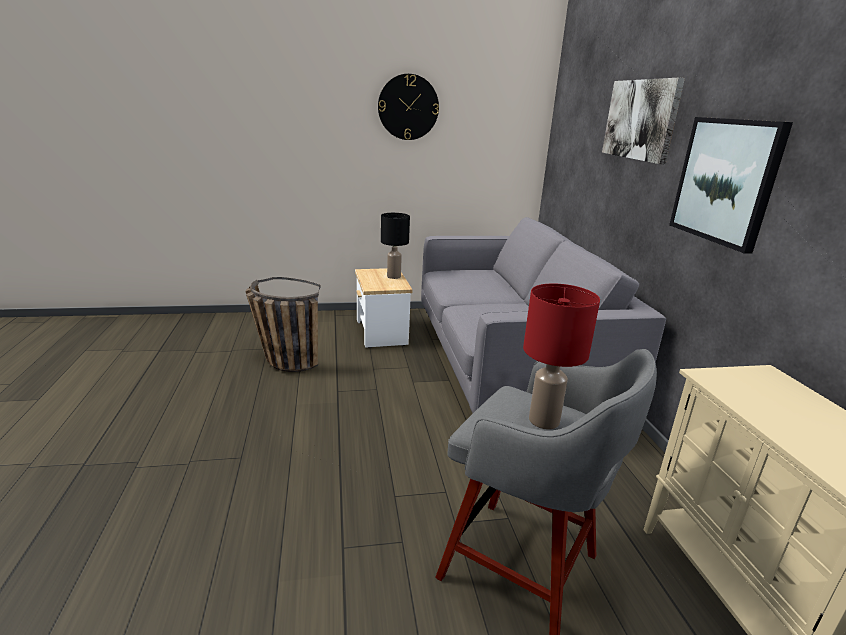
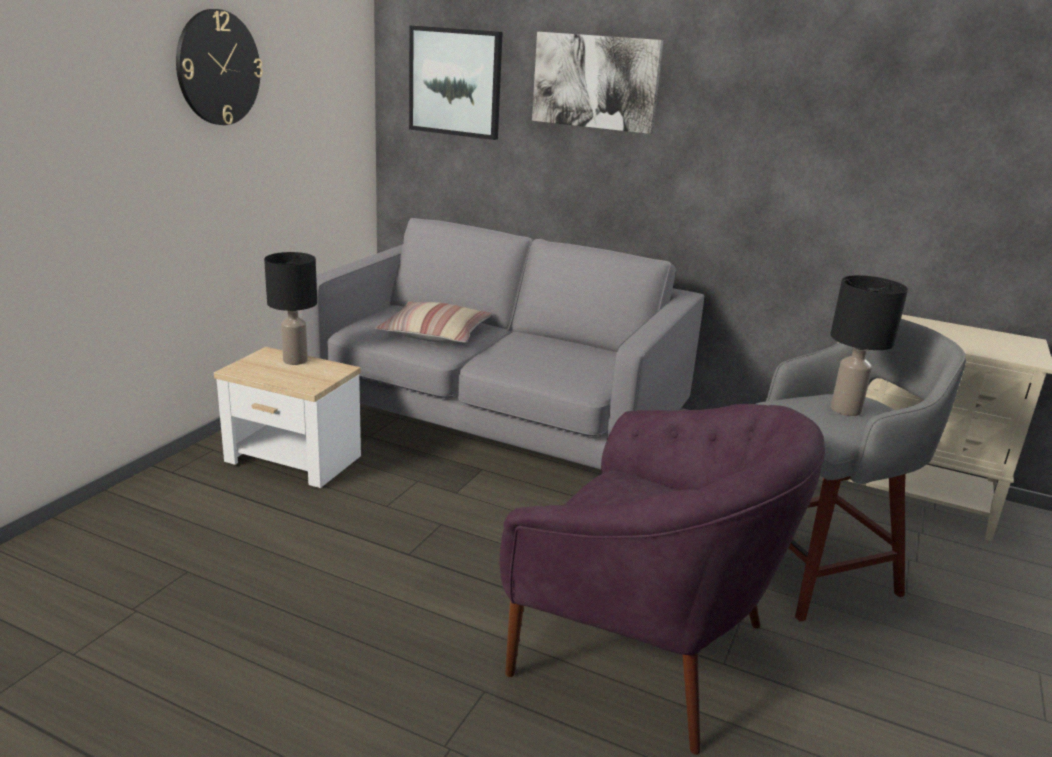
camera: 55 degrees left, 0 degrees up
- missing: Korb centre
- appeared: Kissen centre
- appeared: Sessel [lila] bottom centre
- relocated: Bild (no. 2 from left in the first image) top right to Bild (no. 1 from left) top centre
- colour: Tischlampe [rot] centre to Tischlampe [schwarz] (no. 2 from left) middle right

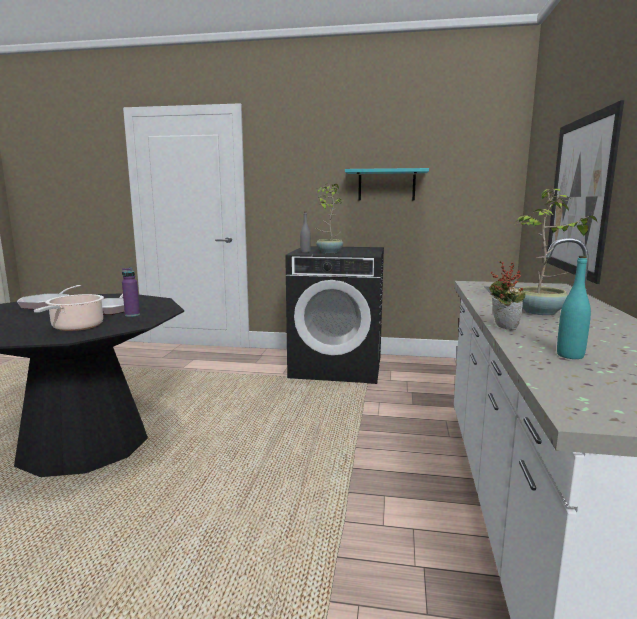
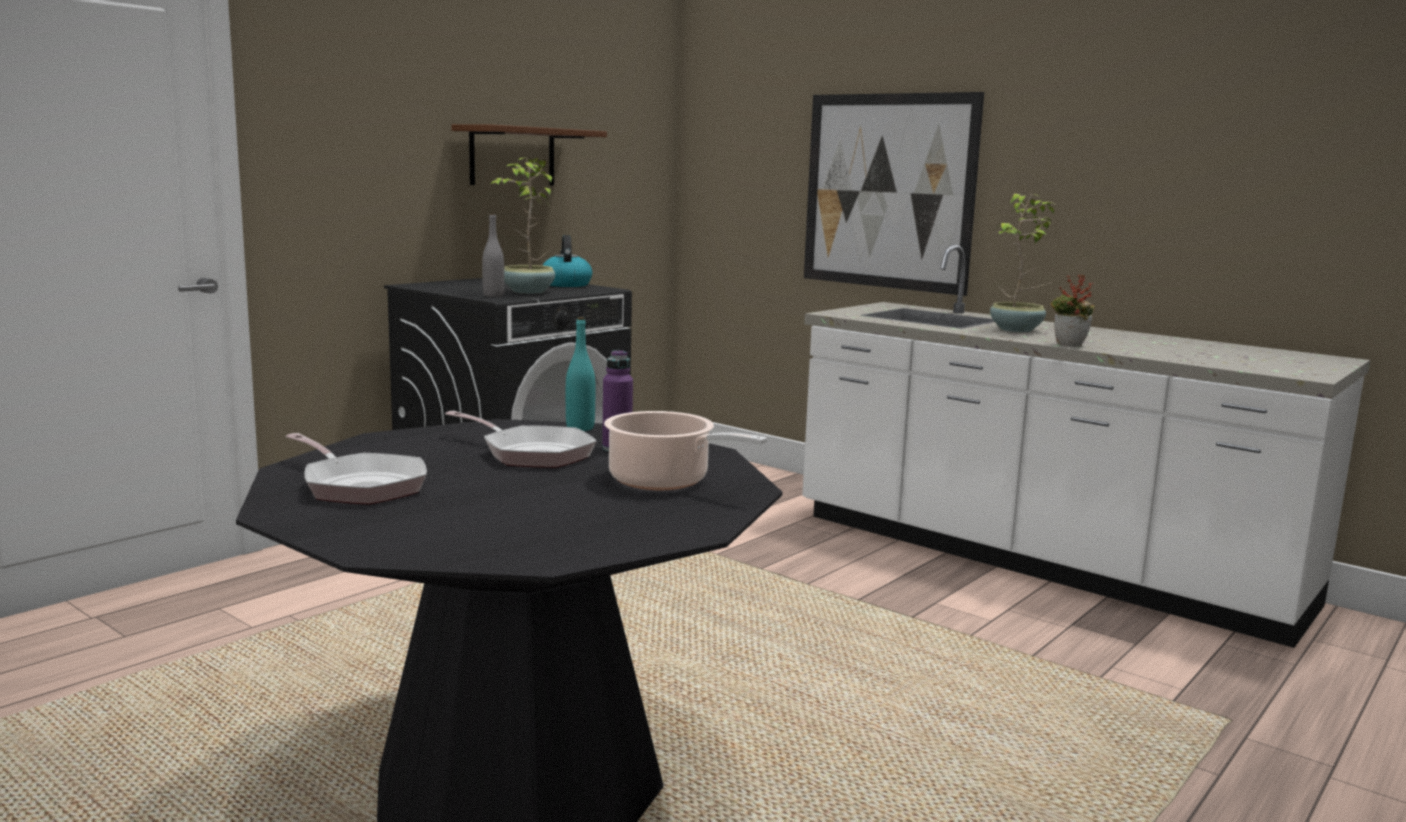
camera: 60 degrees left, 0 degrees up
- appeared: Wasserkessel top centre
- relocated: Flasche [türkis] middle right to centre
- colour: Wandregal [türkis] top centre to Wandregal [braun] top centre

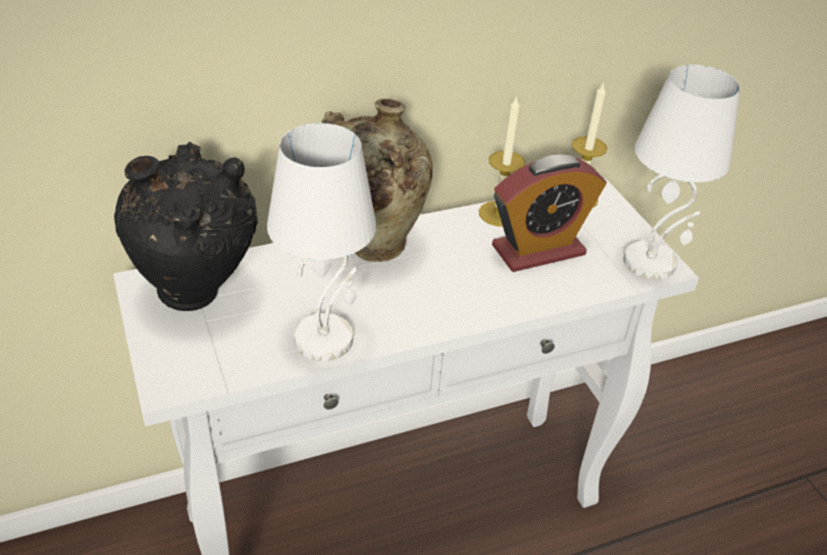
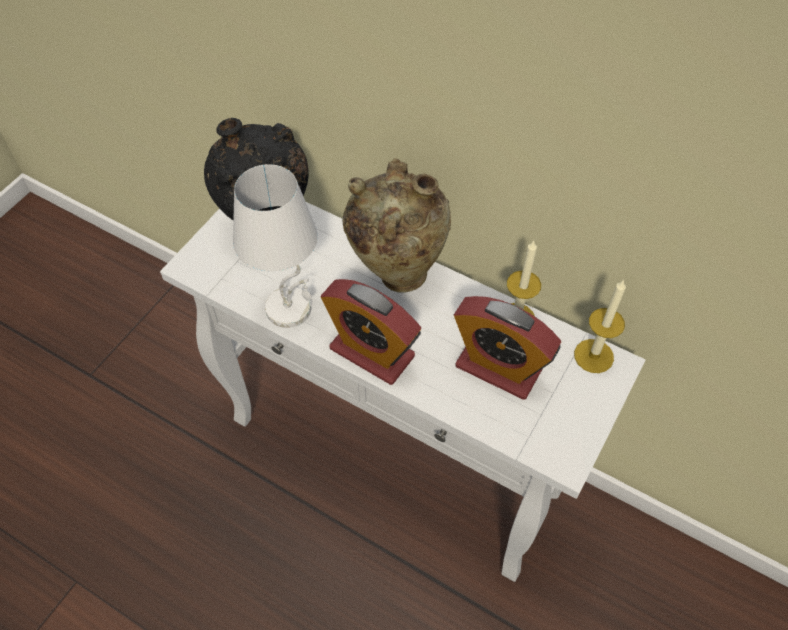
camera: 55 degrees right, 15 degrees up
- missing: Tischlampe [weiß] (no. 2 from left) top right
- appeared: Wecker (no. 1 from left) centre

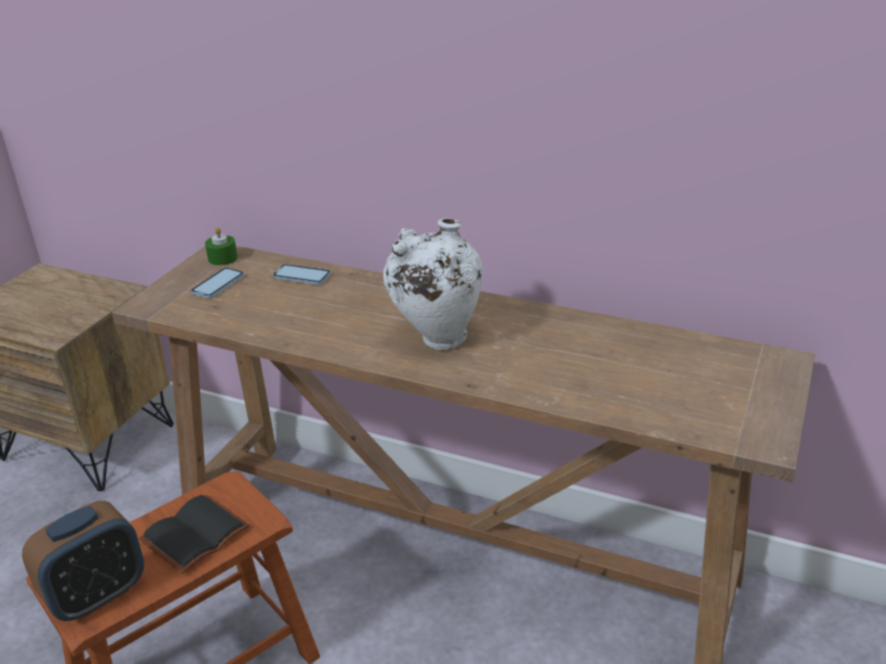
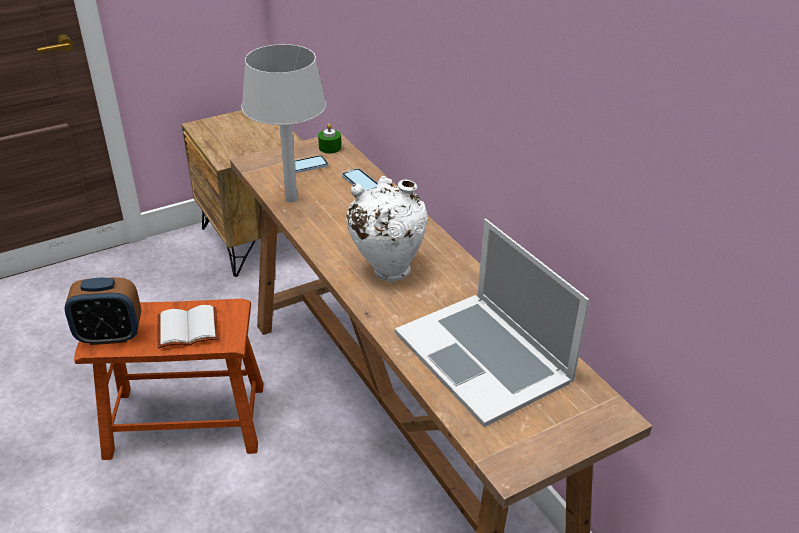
camera: 35 degrees right, 5 degrees up
- appeared: Tischlampe [grau] top centre
- appeared: Laptop centre
- colour: Buch [schwarz] bottom left to Buch [weiß] middle left

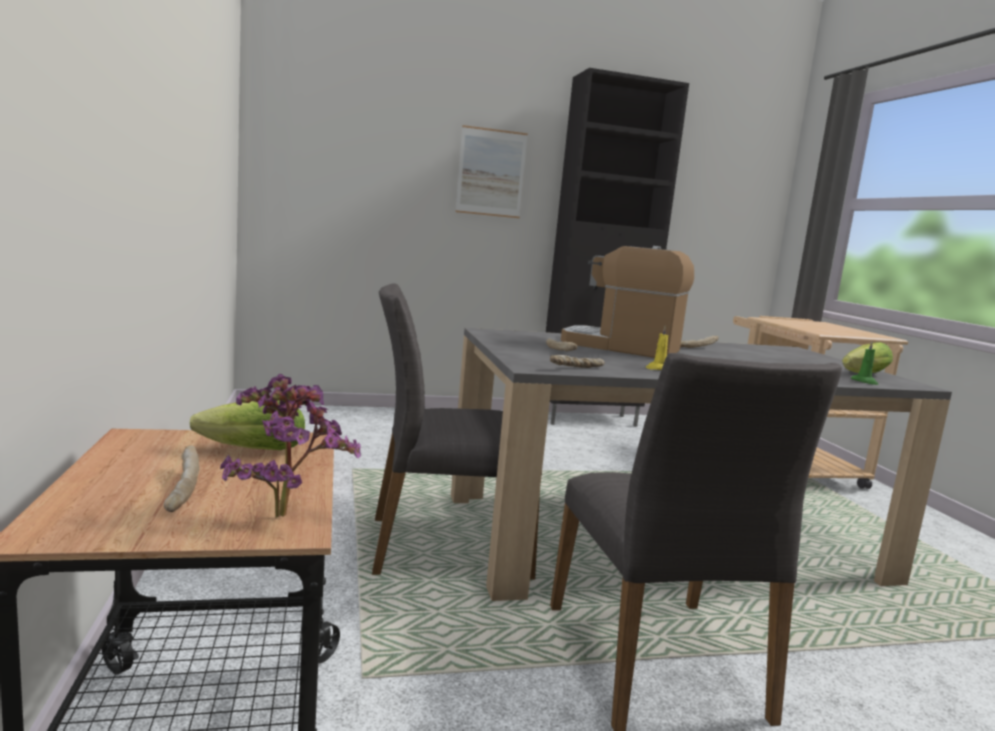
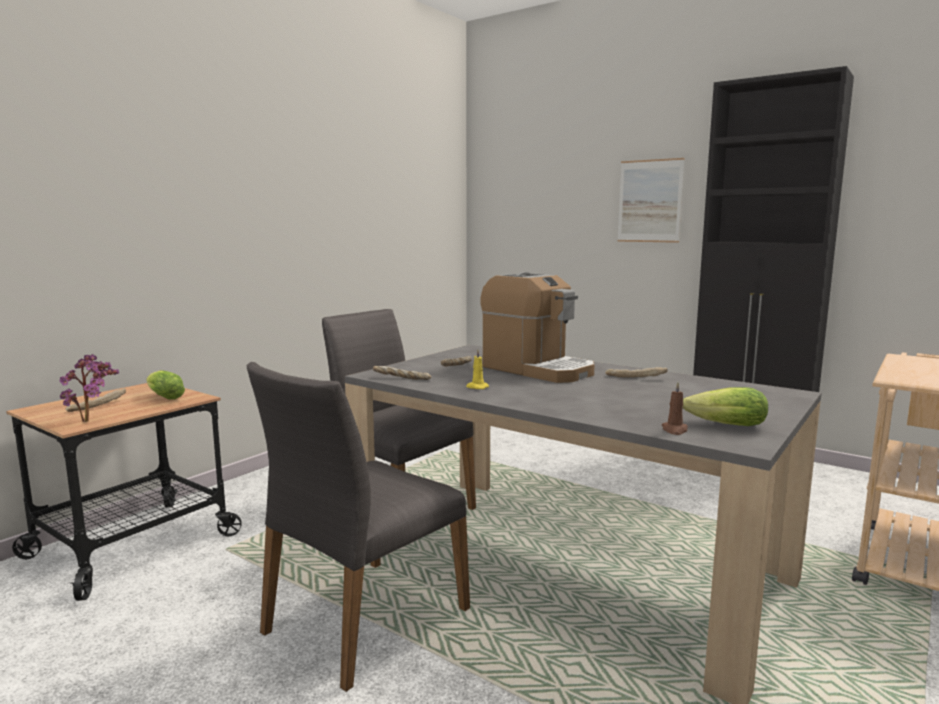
camera: 50 degrees right, 0 degrees up
- colour: Kerze [grün] middle right to Kerze [braun] middle right
- spun: Kaffeemaschine centre = centre 150 degrees clockwise

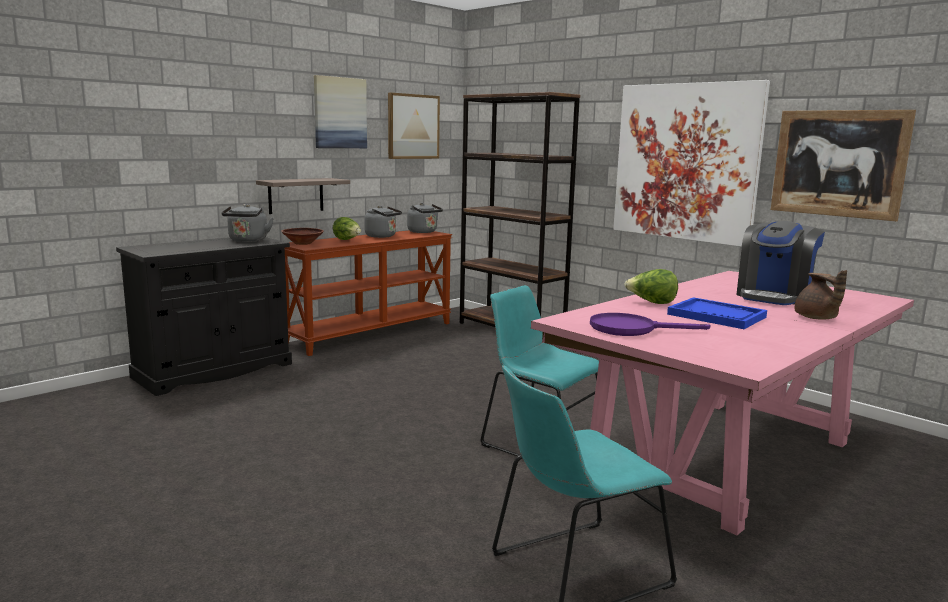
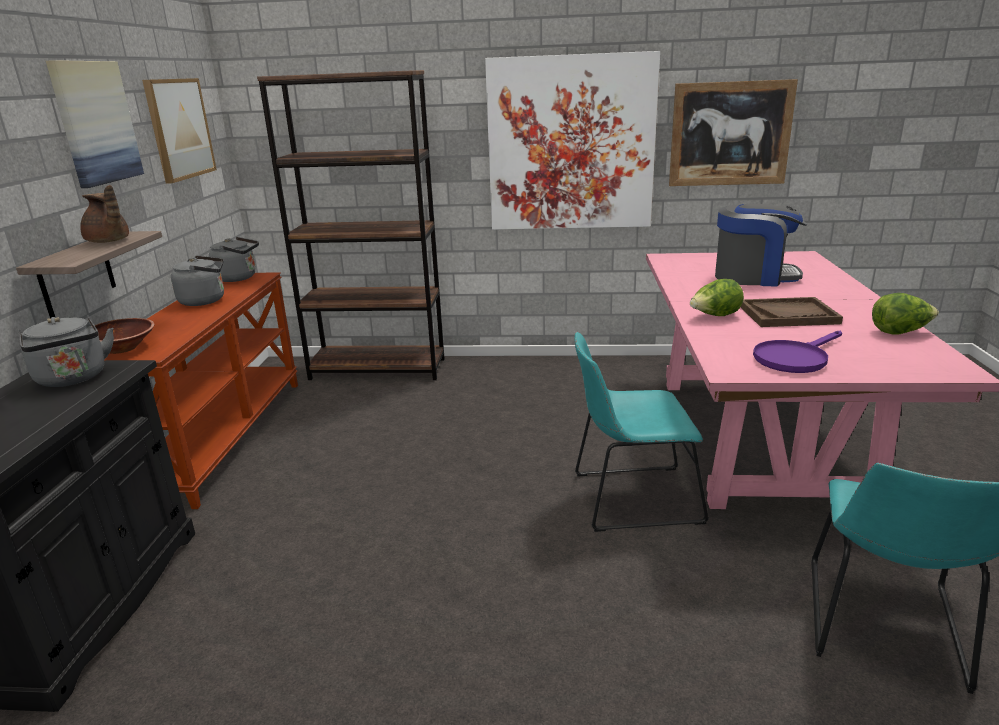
camera: 40 degrees left, 10 degrees up
- relocated: Salatkopf (no. 1 from left in the first image) centre to Salatkopf (no. 2 from left) middle right
- relocated: Teekanne [braun] middle right to top left
- colour: Tablett [blau] middle right to Tablett [braun] middle right
- spun: Kaffeemaschine middle right = middle right 75 degrees counterclockwise

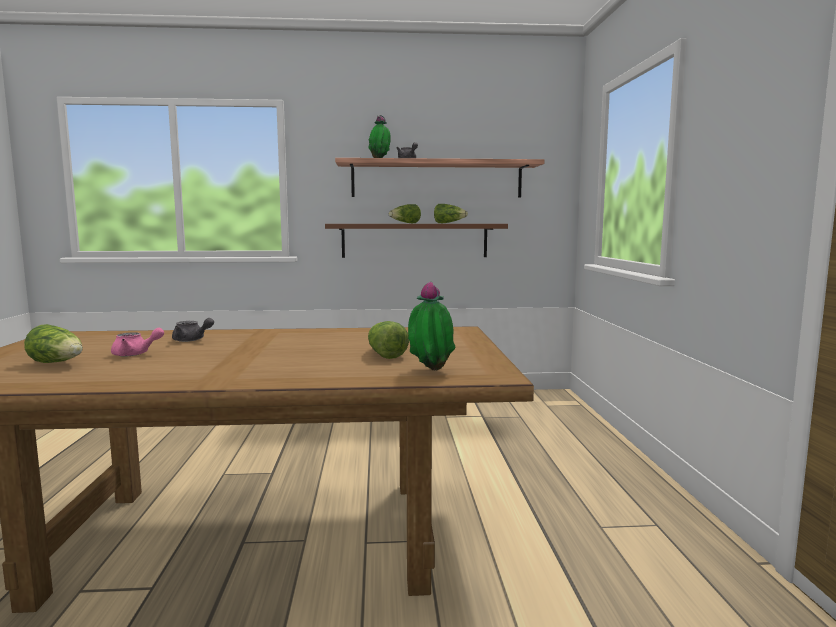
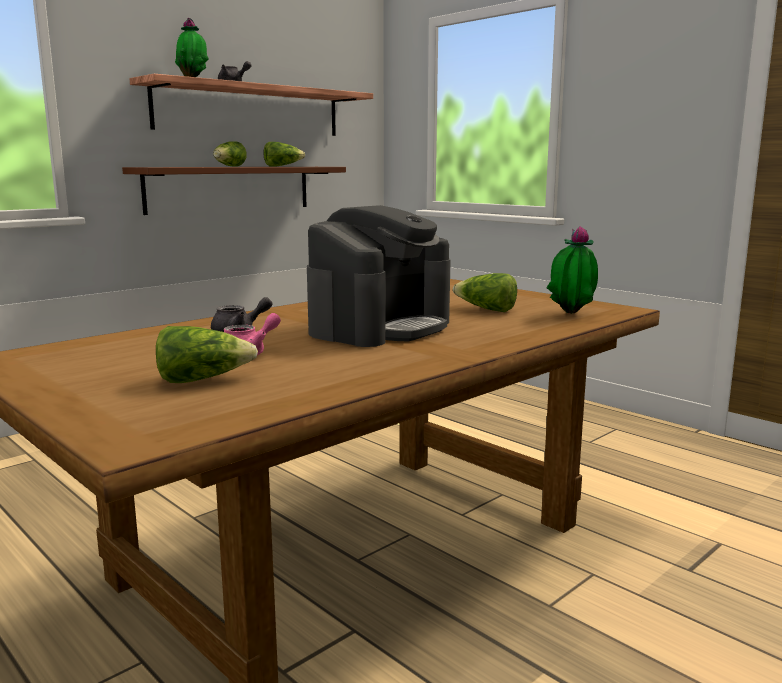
camera: 40 degrees left, 5 degrees up
- appeared: Kaffeemaschine centre

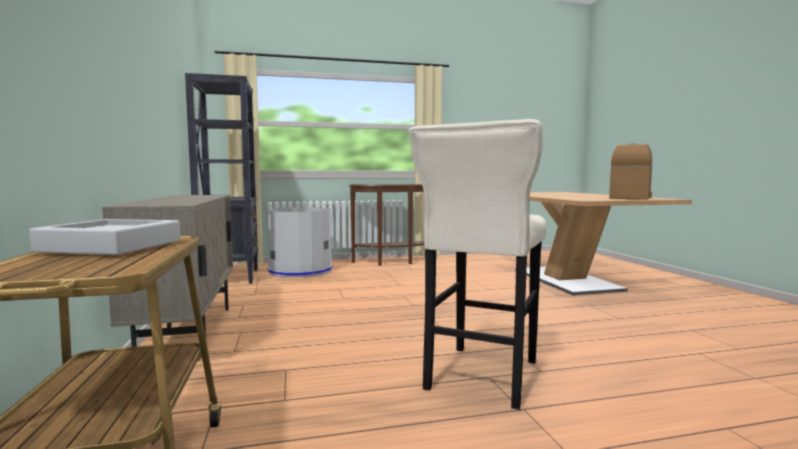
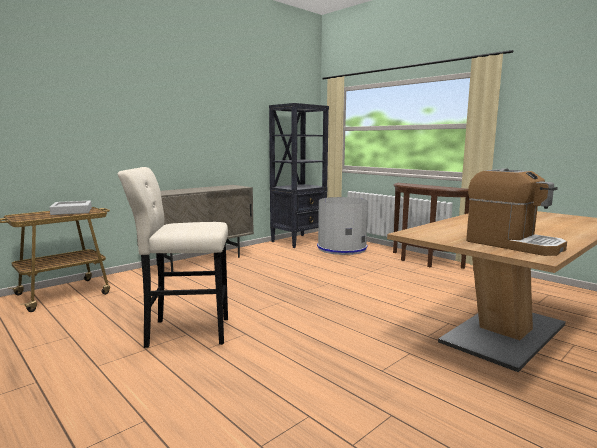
camera: 60 degrees right, 5 degrees up
- spun: Kaffeemaschine middle right = middle right 45 degrees clockwise

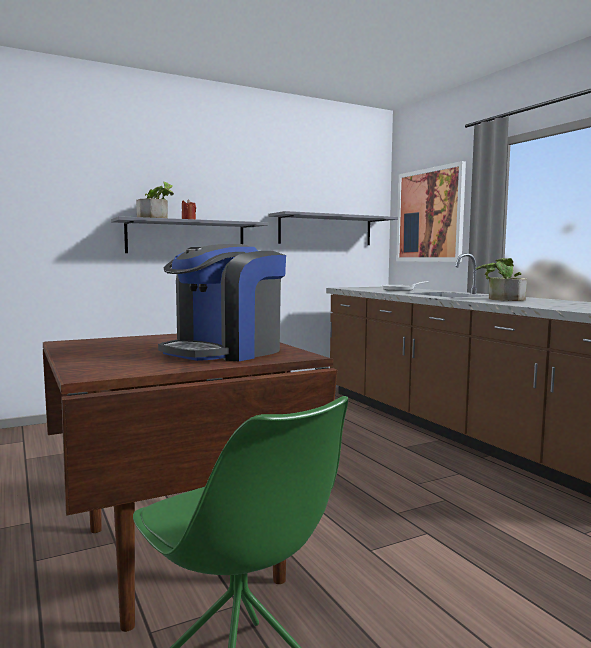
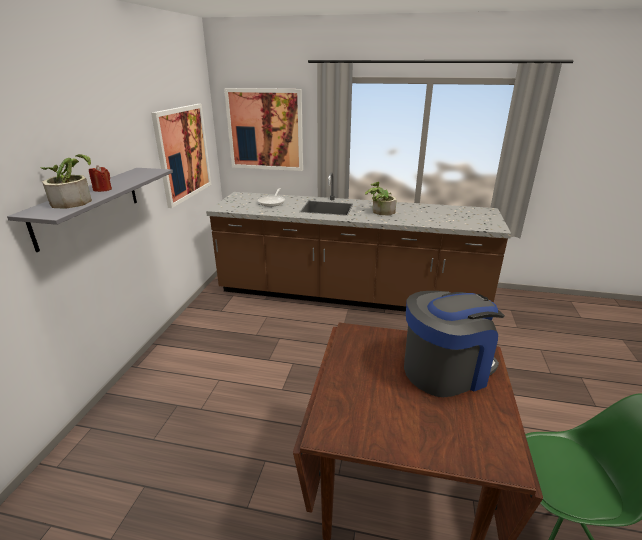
camera: 50 degrees left, 20 degrees up
- exchanged: Wandregal [grau] (no. 2 from left) centre to Bild (no. 1 from left) top left
- spun: Kaffeemaschine centre = middle right 105 degrees counterclockwise

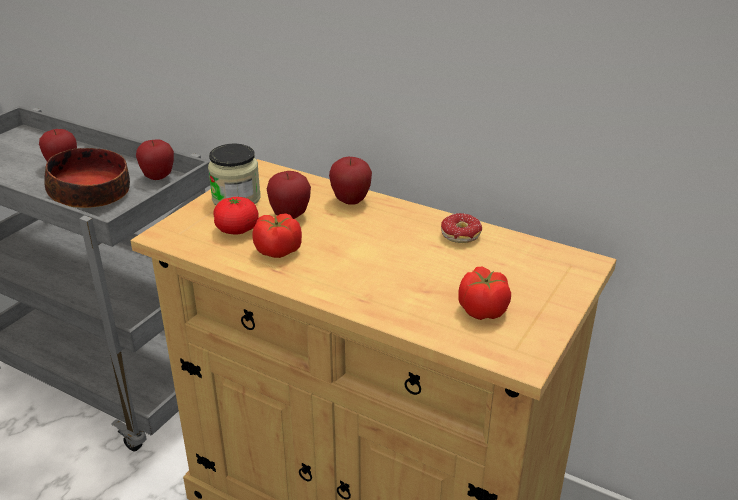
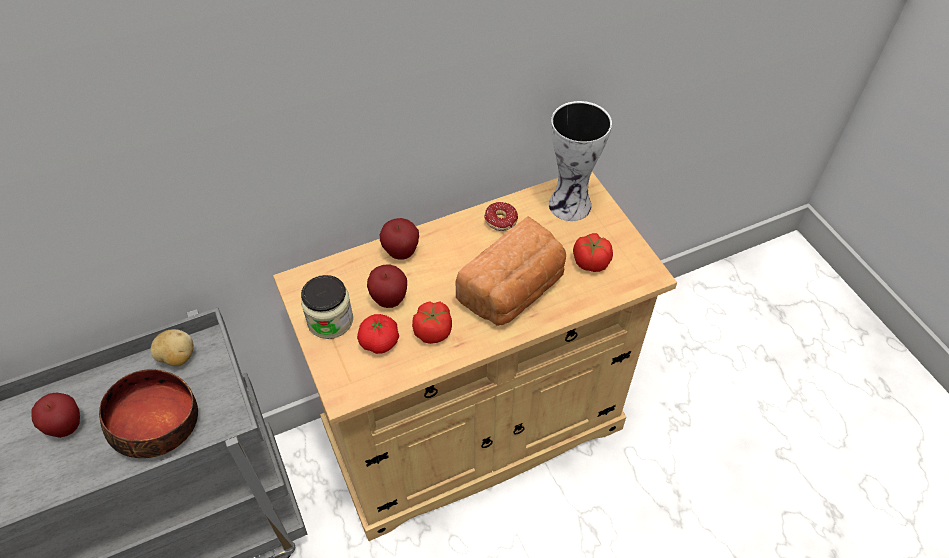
camera: 55 degrees left, 20 degrees up
- appeared: Brot centre
- appeared: Vase top centre
- exchanged: Apfel (no. 2 from left) top left to Kartoffel middle left

